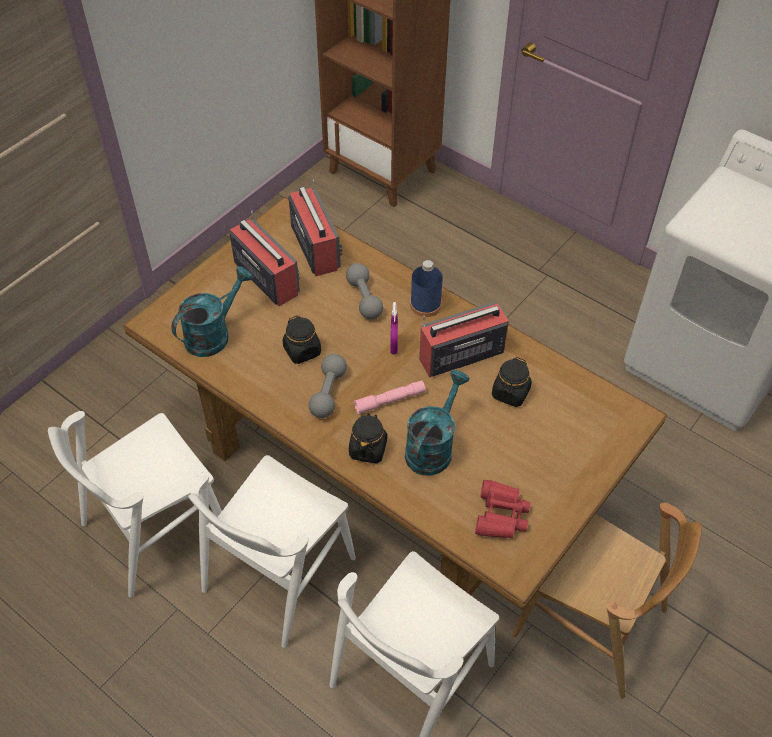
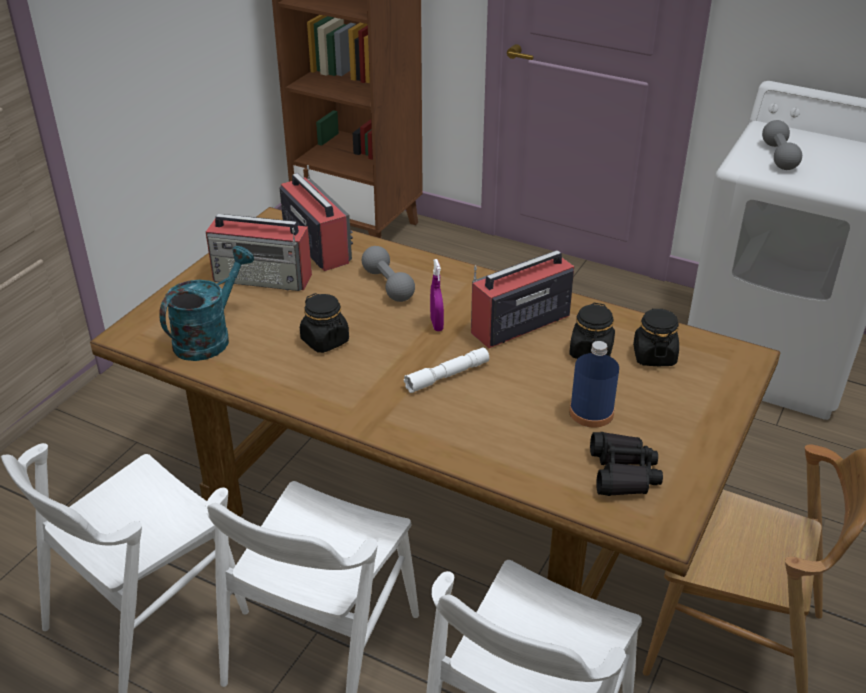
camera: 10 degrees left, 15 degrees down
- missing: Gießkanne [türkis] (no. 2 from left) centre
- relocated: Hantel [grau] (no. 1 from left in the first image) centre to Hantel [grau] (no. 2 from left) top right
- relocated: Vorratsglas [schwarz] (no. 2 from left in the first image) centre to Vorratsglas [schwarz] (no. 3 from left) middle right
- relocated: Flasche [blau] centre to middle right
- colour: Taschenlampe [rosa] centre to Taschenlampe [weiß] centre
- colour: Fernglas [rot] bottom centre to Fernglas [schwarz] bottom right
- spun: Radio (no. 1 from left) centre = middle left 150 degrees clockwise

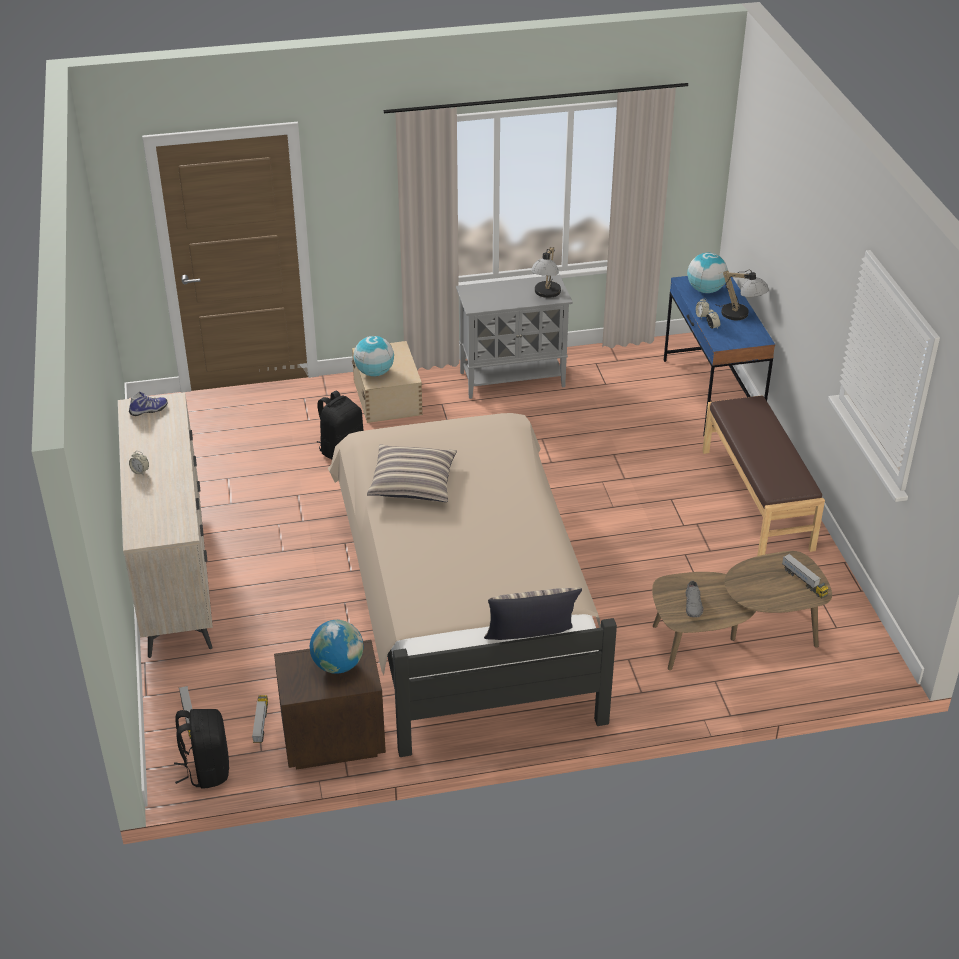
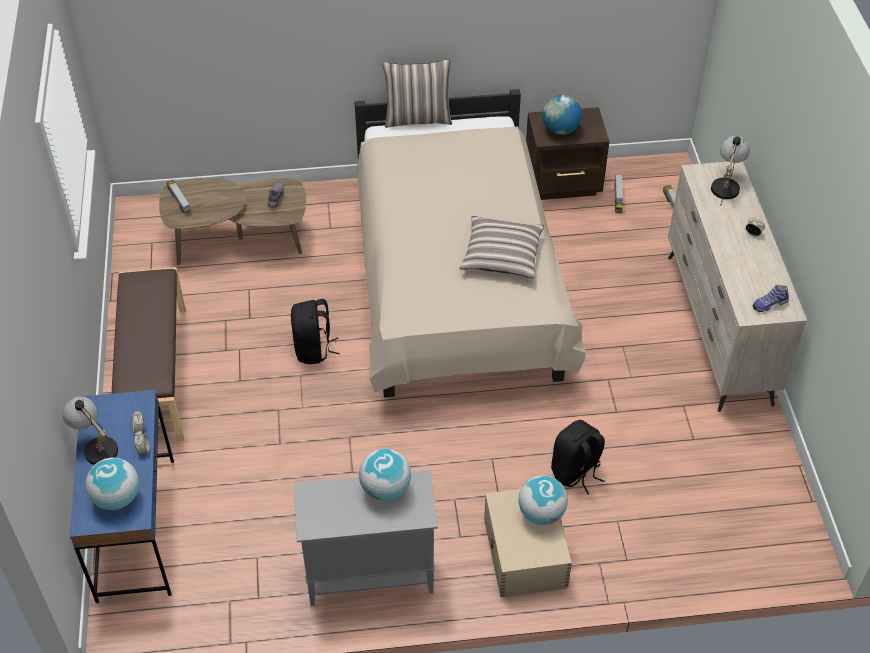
camera: 175 degrees left, 10 degrees up
- appeared: Globus (no. 2 from left) bottom centre
- relocated: Rucksack [schwarz] (no. 1 from left) bottom left to centre
- relocated: Tischlampe (no. 1 from left in the first image) top centre to Tischlampe (no. 2 from left) top right

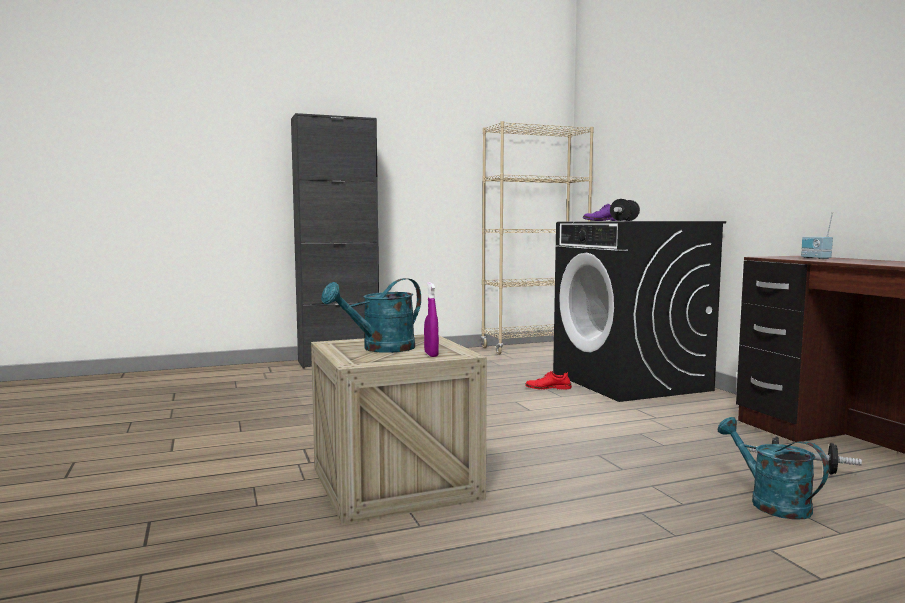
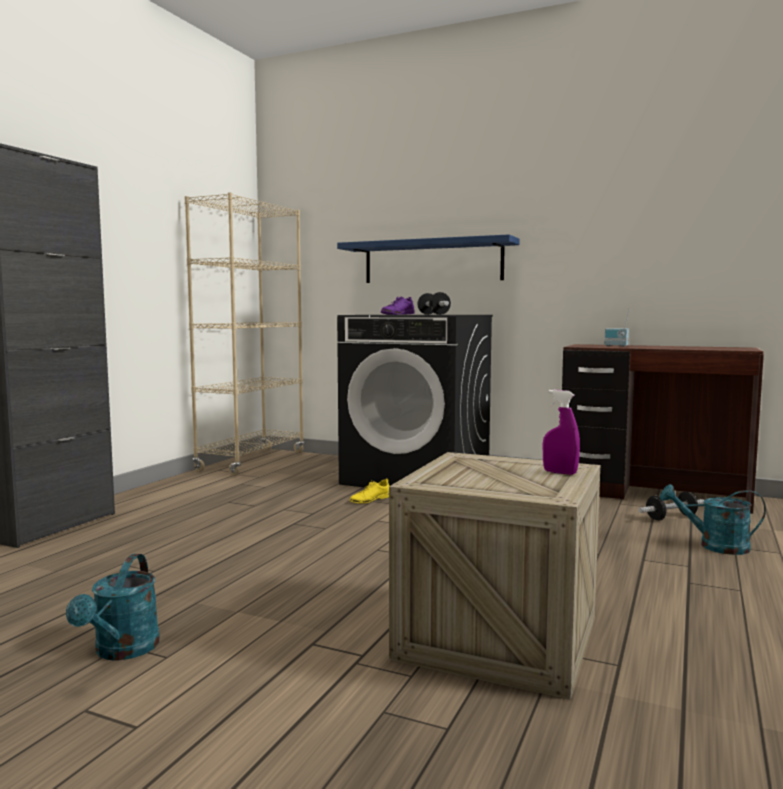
camera: 45 degrees left, 0 degrees up
- appeared: Wandregal [blau] top centre
- relocated: Gießkanne [türkis] (no. 1 from left) centre to bottom left
- colour: Schuh [rot] centre to Schuh [gelb] centre

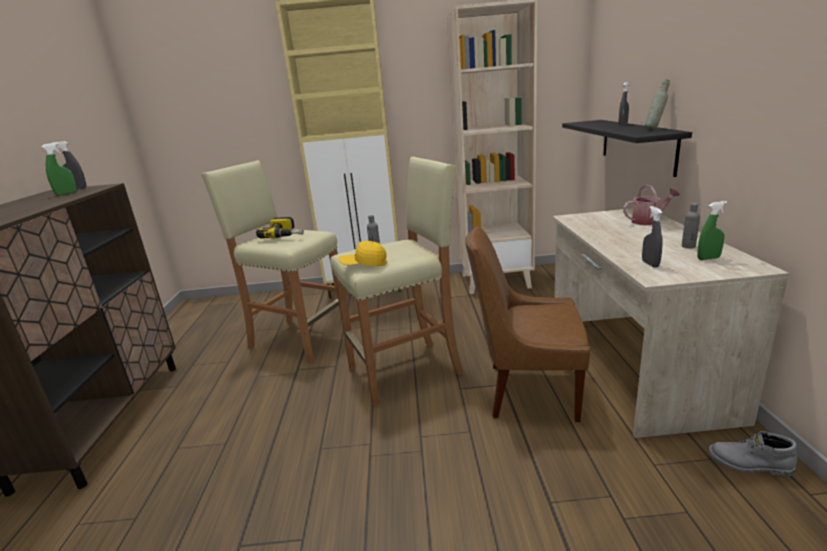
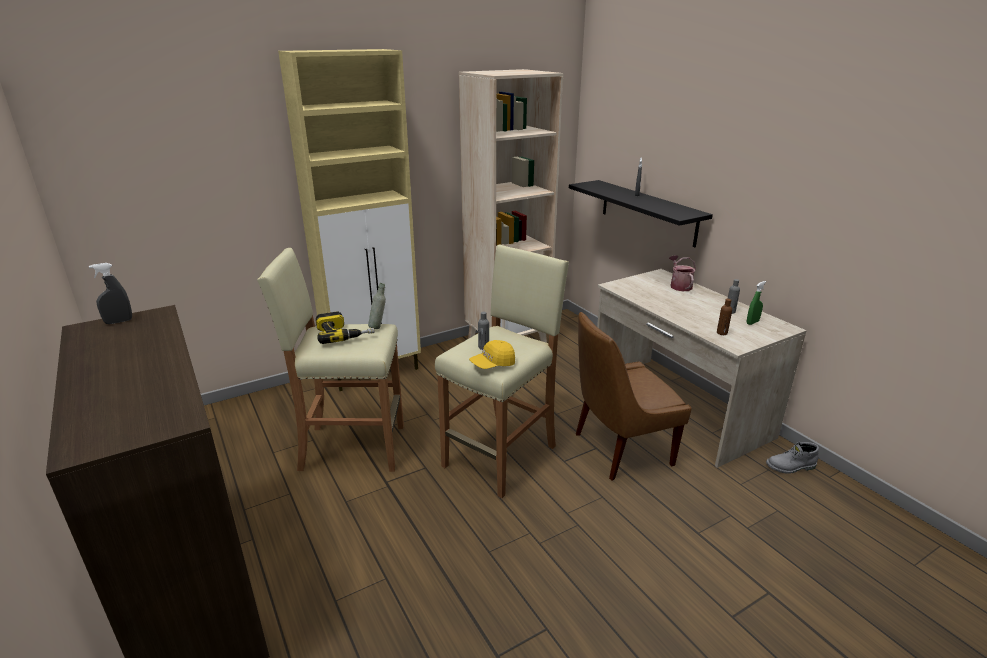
camera: 30 degrees left, 5 degrees up
- missing: Sprühflasche [grün] (no. 1 from left) top left
- relocated: Flasche [grau] (no. 2 from left in the first image) top right to Flasche [grau] (no. 1 from left) centre
- exchanged: Sprühflasche [grau] (no. 3 from left) middle right to Flasche [braun] middle right
- spun: Gießkanne middle right = middle right 60 degrees counterclockwise

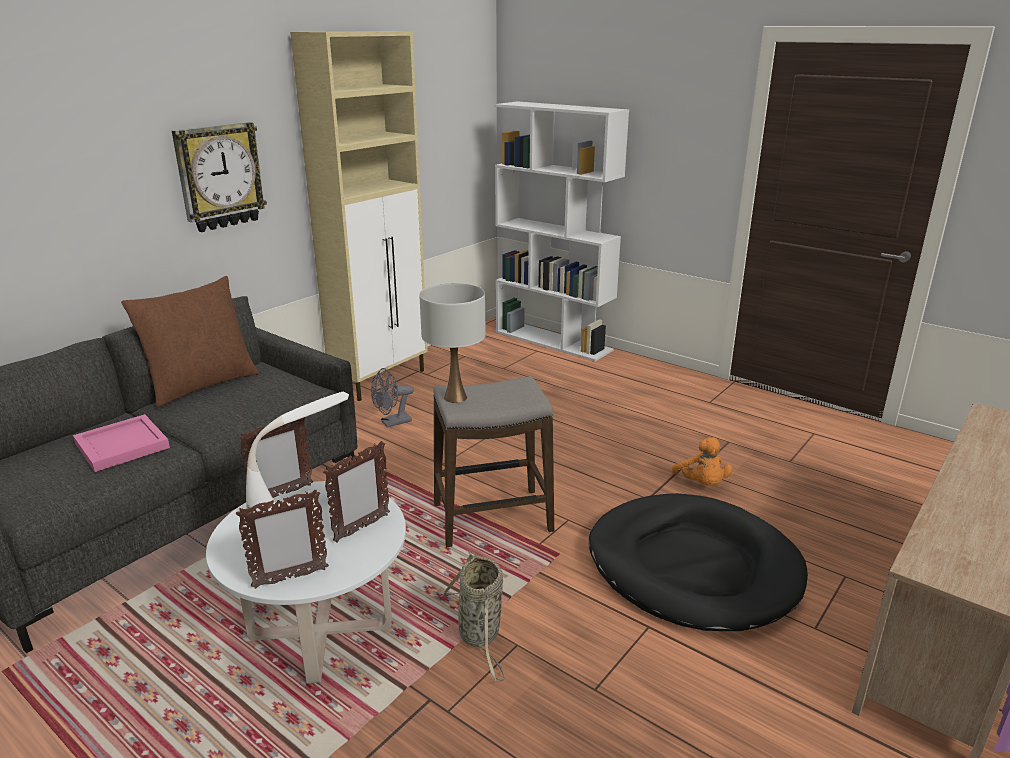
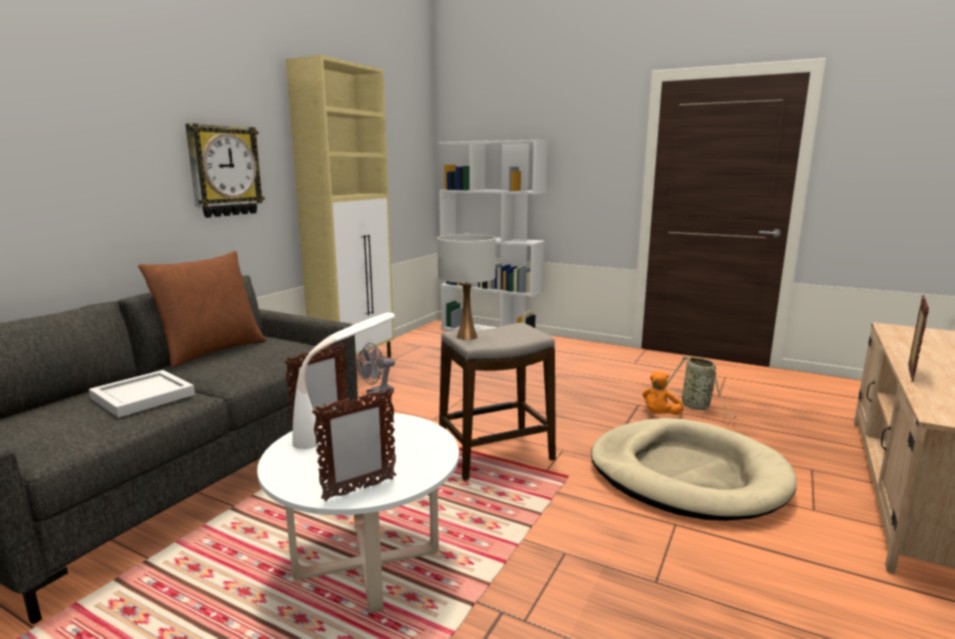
camera: 10 degrees left, 10 degrees down
- relocated: Bilderrahmen (no. 3 from left) centre to middle right
- relocated: Korb bottom centre to middle right
- colour: Tablett [rosa] middle left to Tablett [weiß] middle left
- colour: Hundebett [schwarz] bottom right to Hundebett [beige] bottom right
- spun: Plüschtier [orange] middle right = middle right 60 degrees clockwise

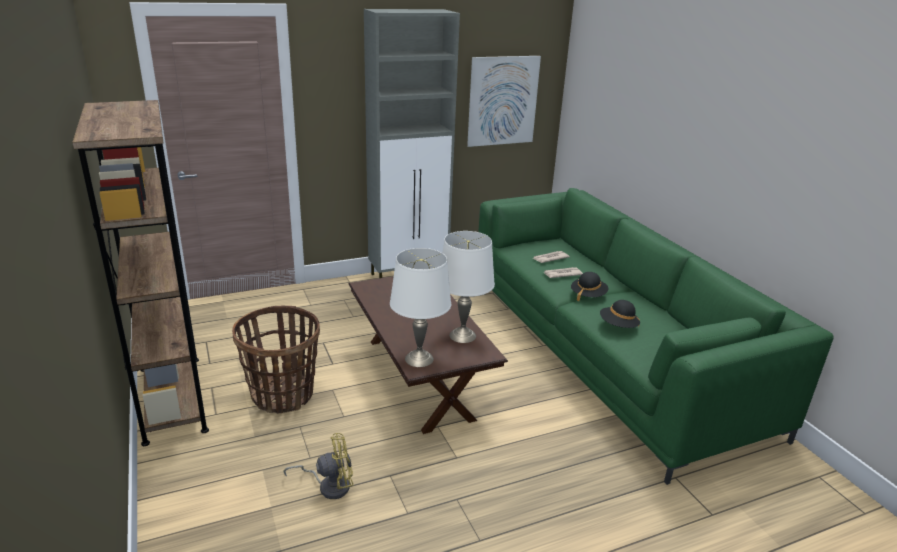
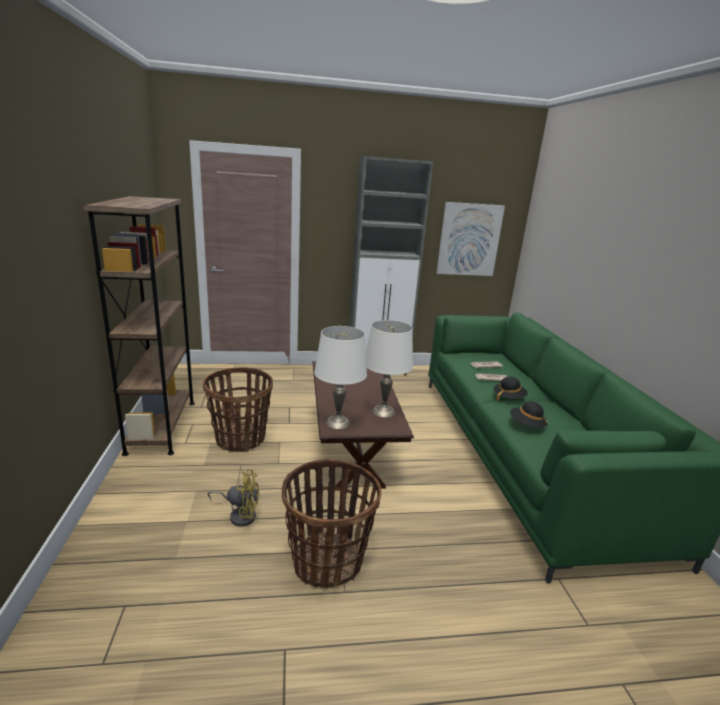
camera: 15 degrees right, 5 degrees down
- appeared: Korb (no. 2 from left) bottom centre

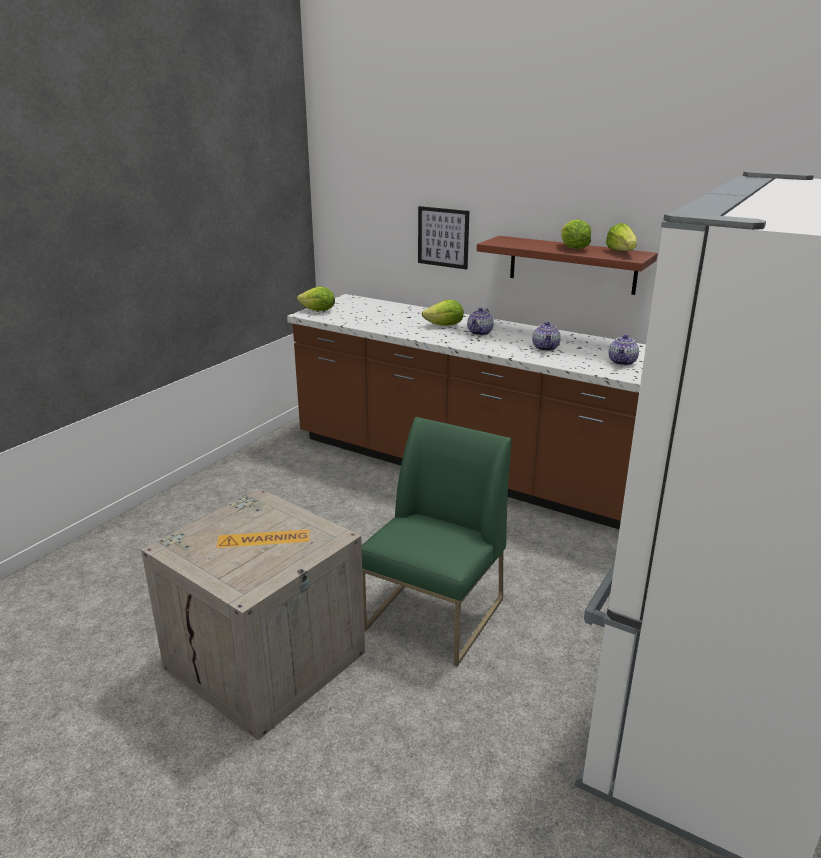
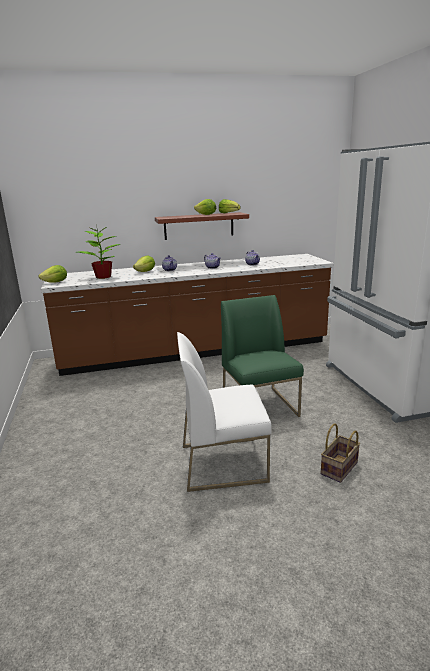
camera: 45 degrees left, 5 degrees down
- missing: Bild top centre
- appeared: Topfpflanze middle left
- appeared: Korb bottom right
- exchanged: Kiste bottom left to Stuhl [weiß] centre

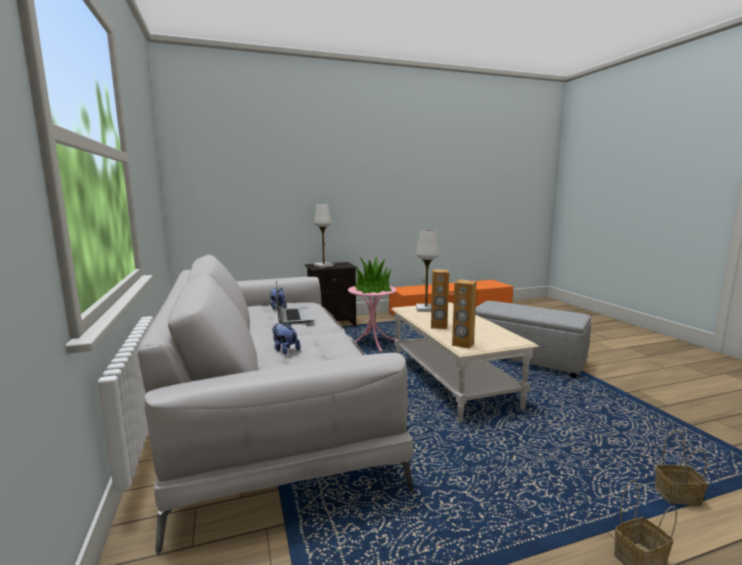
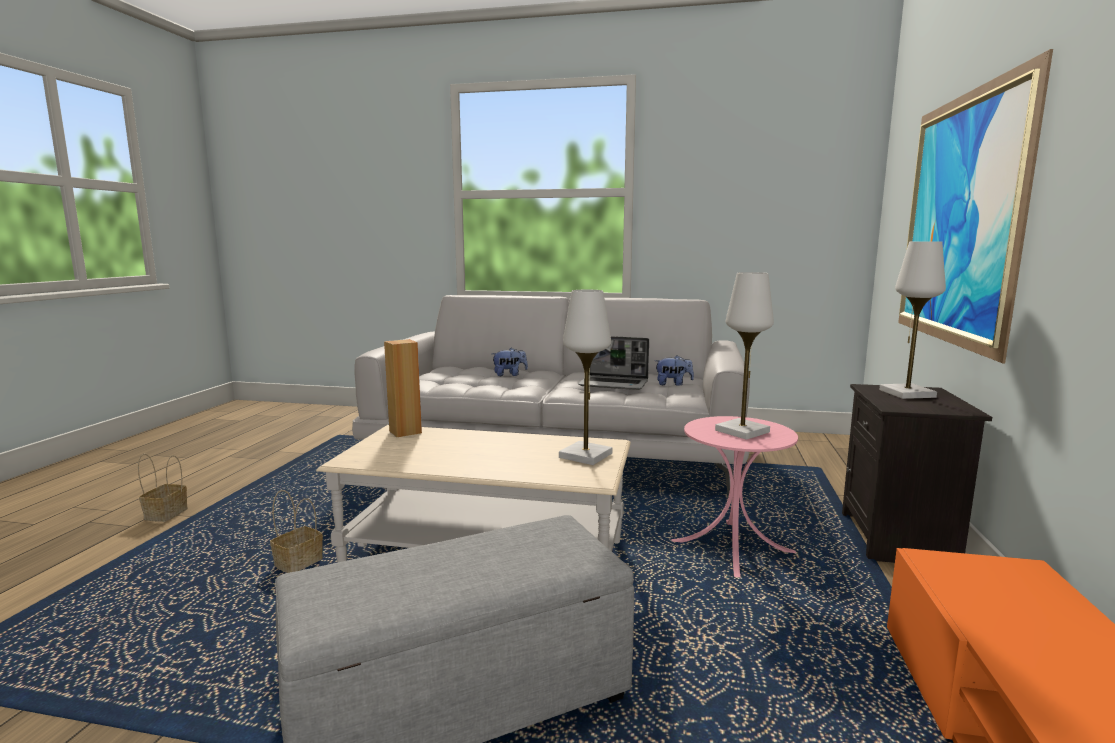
camera: 120 degrees right, 0 degrees up
- missing: Lautsprecher [braun] (no. 1 from left) centre
- appeared: Bild top right
- relocated: Korb (no. 2 from left) bottom right to bottom left
- exchanged: Topfpflanze centre to Tischlampe [weiß] (no. 2 from left) middle right

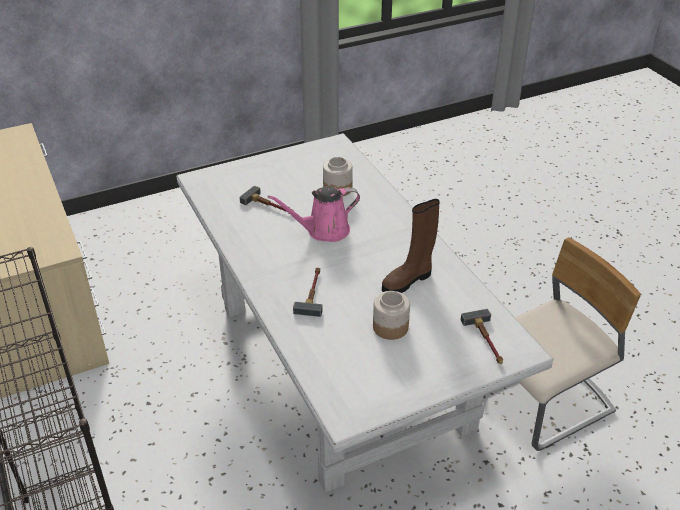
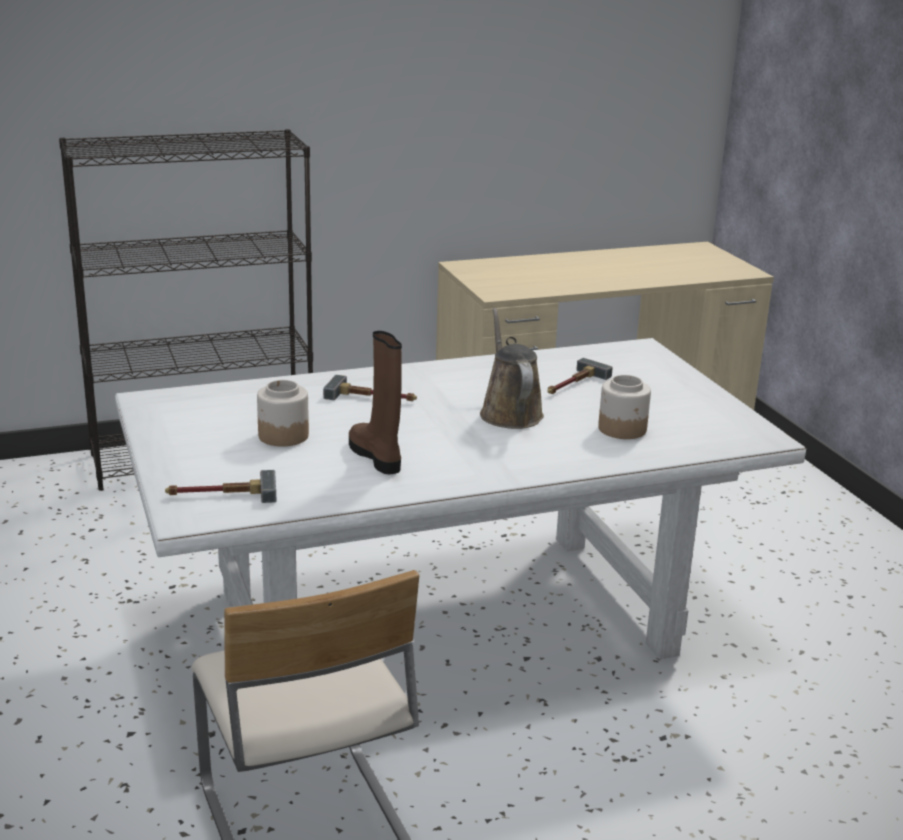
camera: 95 degrees right, 15 degrees down
- colour: Gießkanne [rosa] centre to Gießkanne [braun] centre

